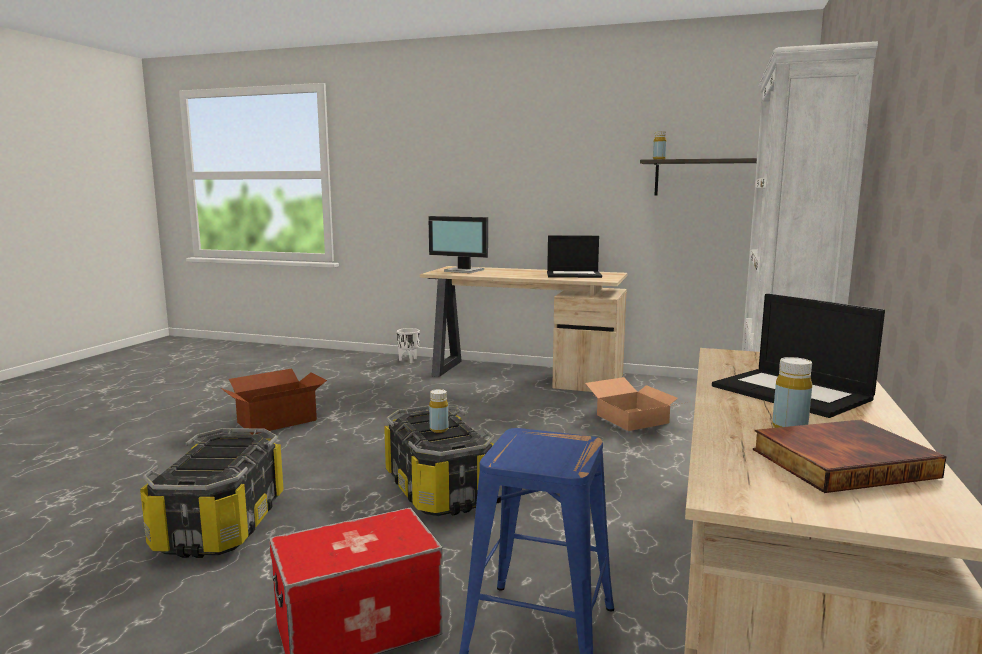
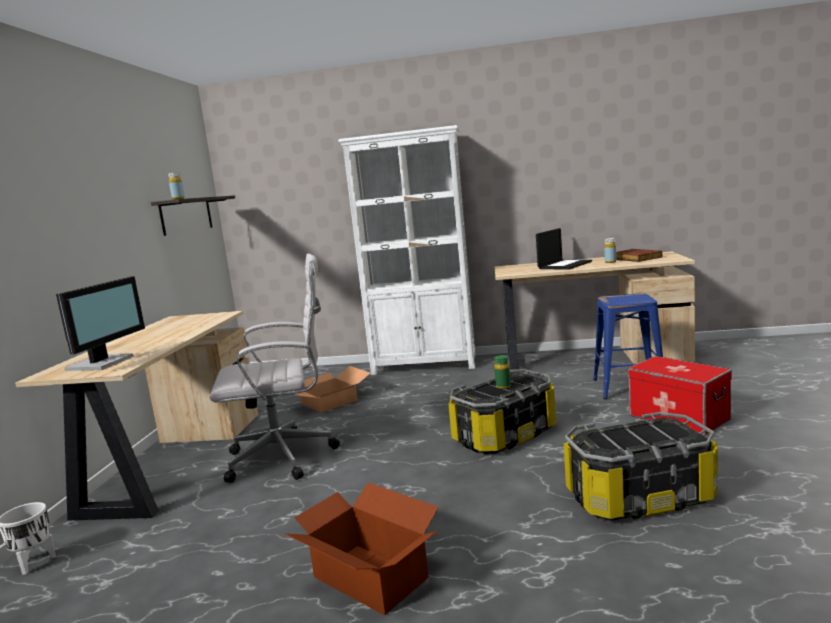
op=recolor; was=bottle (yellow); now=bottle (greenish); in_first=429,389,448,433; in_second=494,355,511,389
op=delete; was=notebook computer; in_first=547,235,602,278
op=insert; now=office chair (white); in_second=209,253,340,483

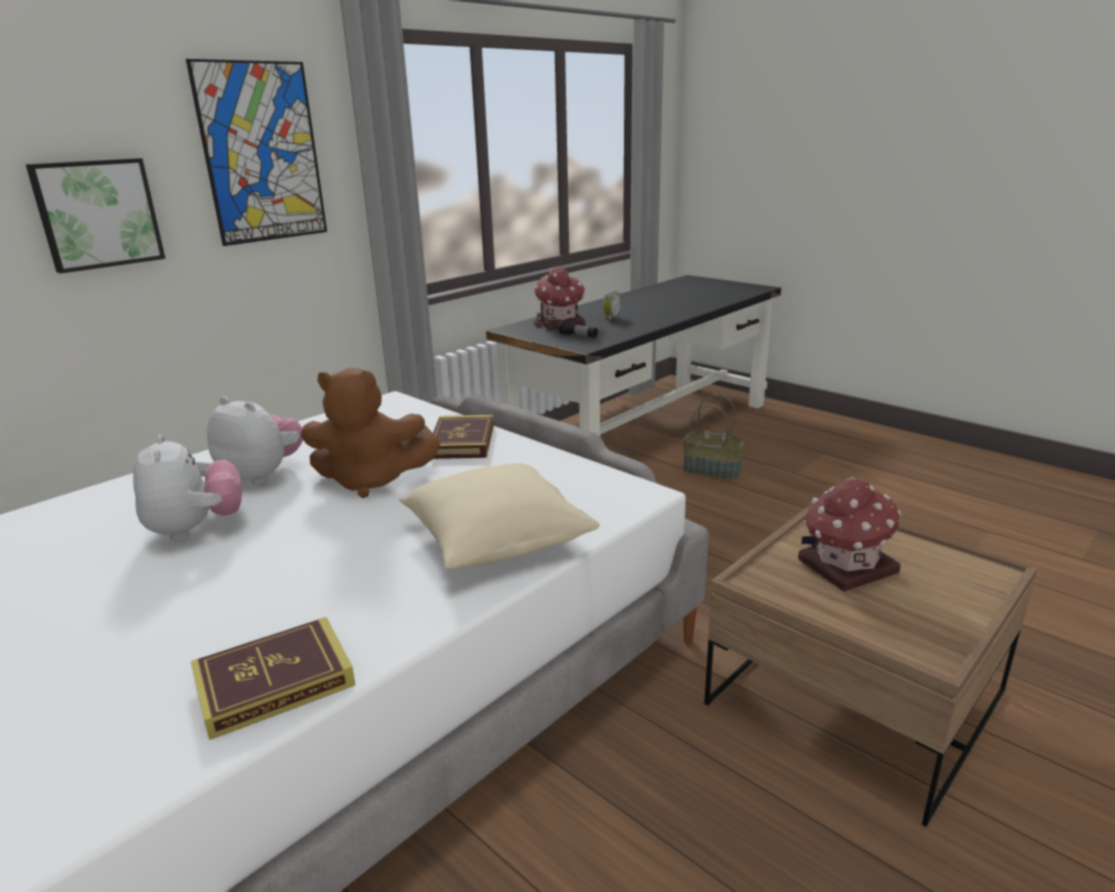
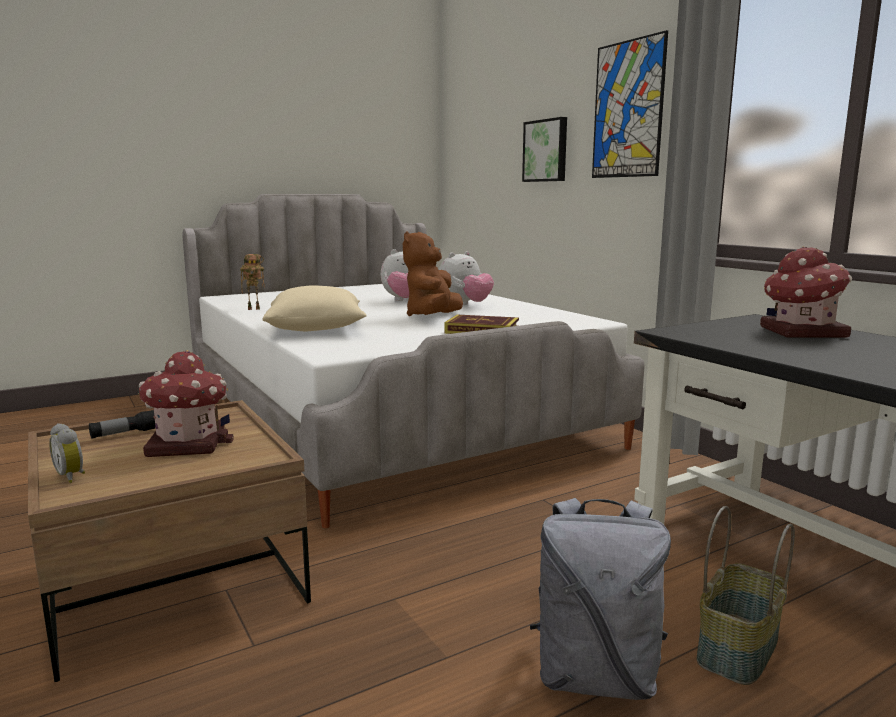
op=replace; was=bound book; now=robot figure; in_first=191,617,355,740; in_second=240,254,265,310
op=move; was=torch; in_first=558,321,598,338; in_second=89,410,156,438
op=move; was=alarm clock; in_first=603,289,621,321; in_second=49,423,85,483
op=insert; now=backpack (greyish); in_second=530,498,671,700

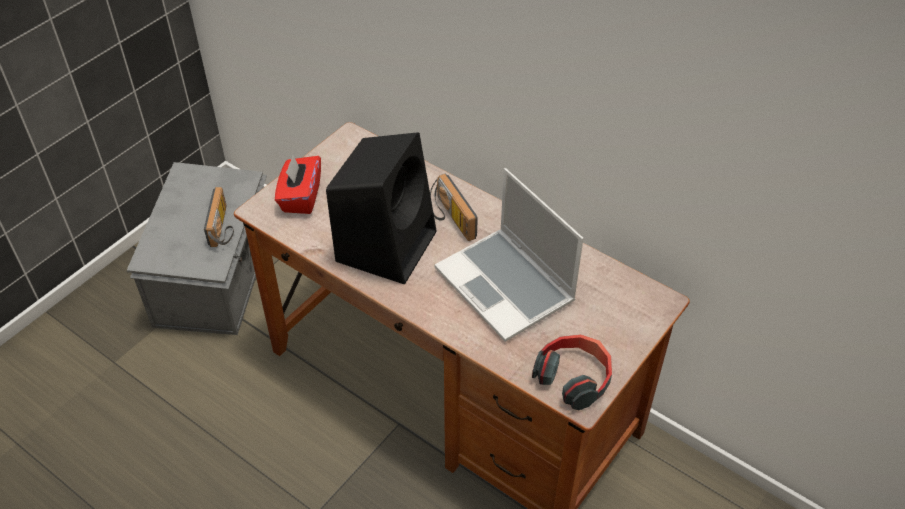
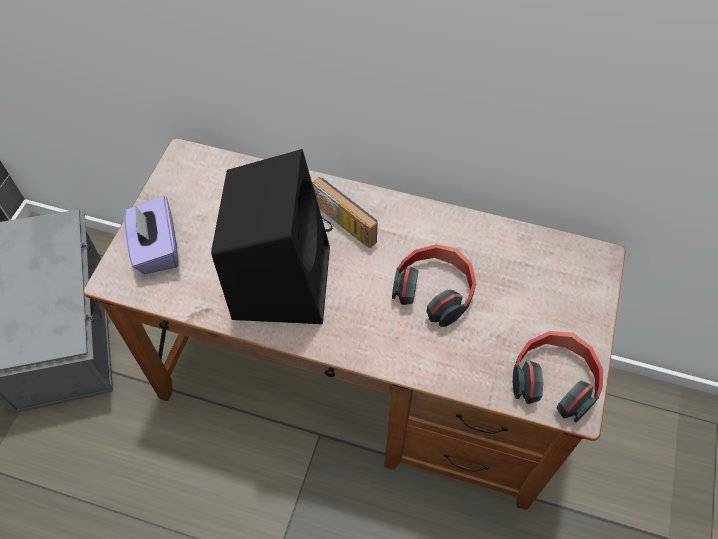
op=delete; was=radio; in_first=204,187,234,247
op=recolor; was=box of tissues (reddish); now=box of tissues (purple); in_first=275,155,321,214; in_second=124,195,178,274
op=replace; was=notebook computer; now=headphones; in_first=434,168,583,342; in_second=392,244,476,327

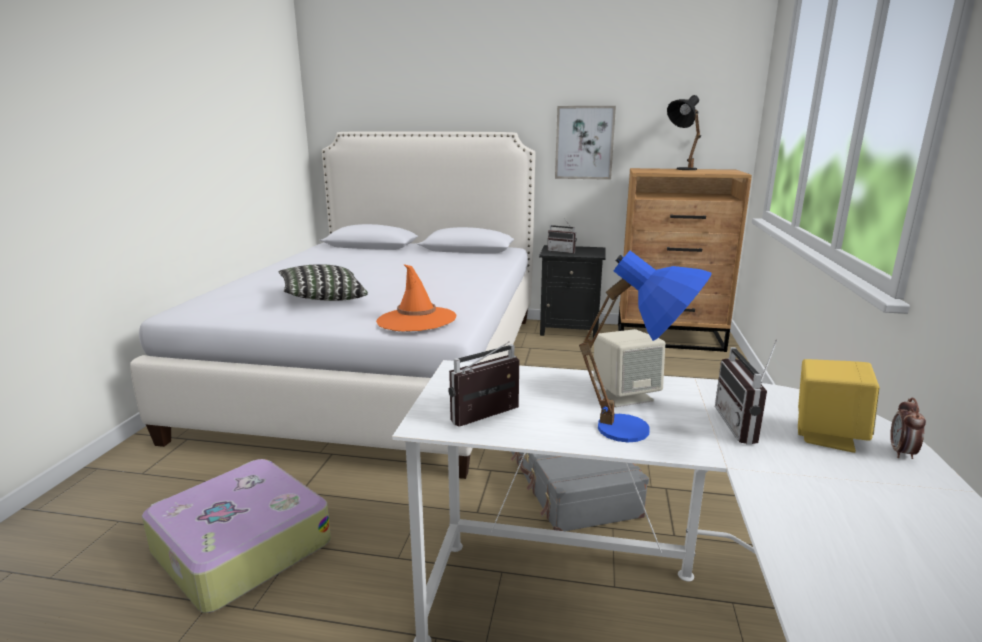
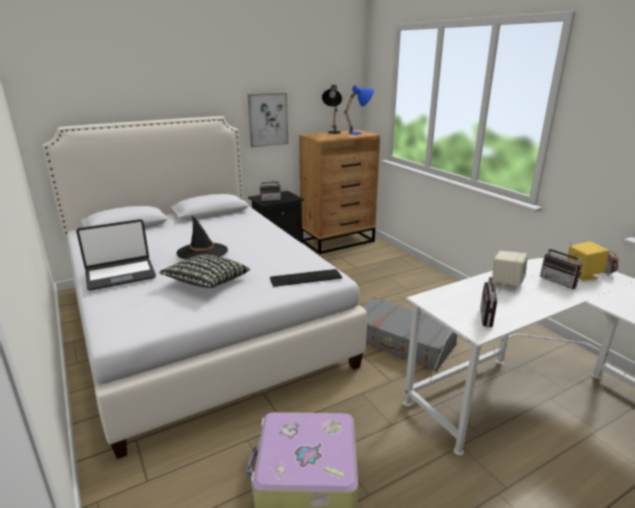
op=replace; was=hat (orangey); now=keyboard; in_first=376,264,456,331; in_second=270,269,342,287
op=move; was=tabletop lamp (blue-coloured); in_first=579,251,712,442; in_second=344,85,374,135
op=insert; now=notebook computer; in_second=76,219,156,290
op=insert; now=hat (black); in_second=176,216,228,259

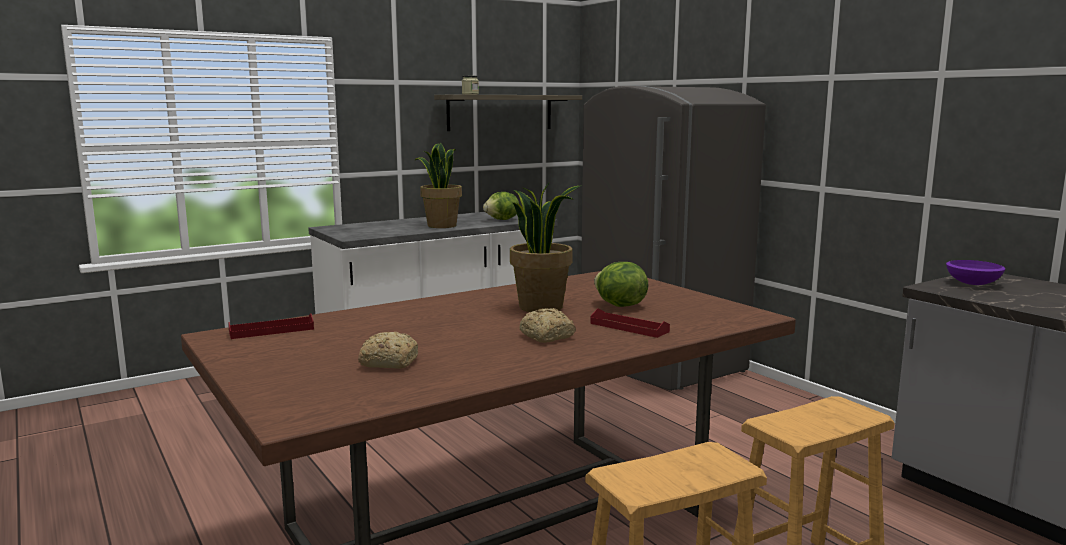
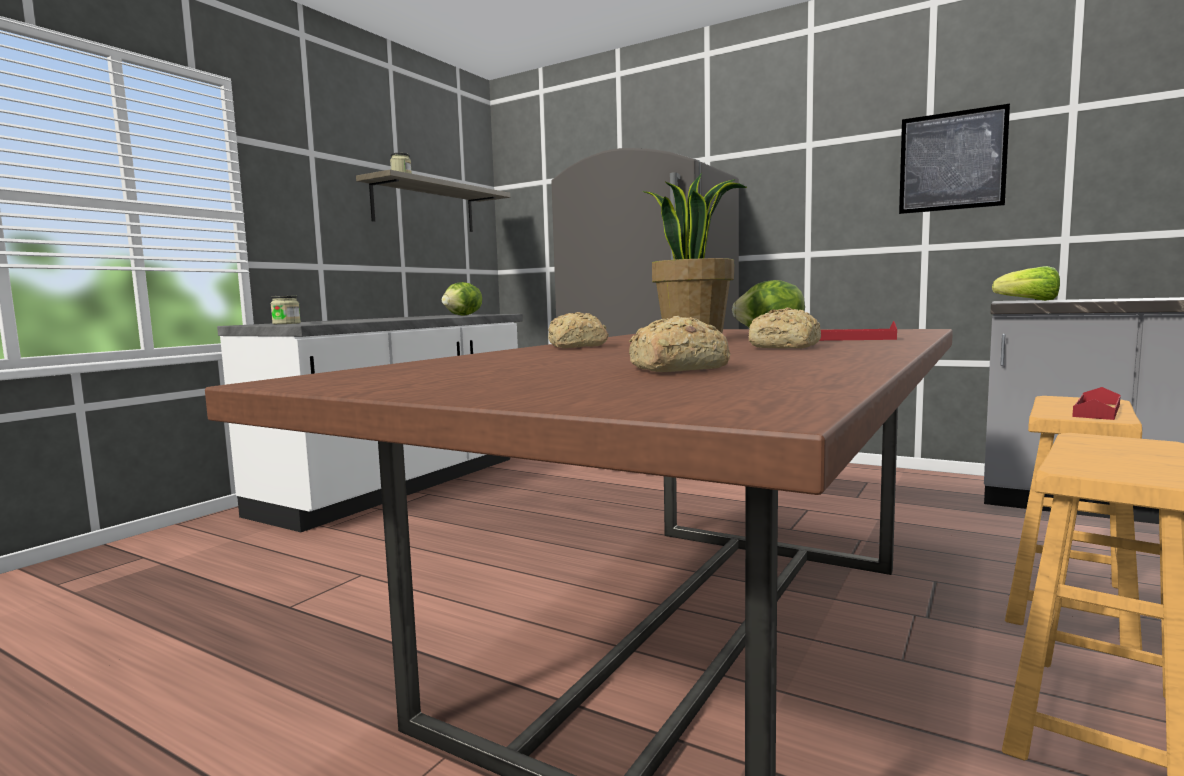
op=move; was=serving tray (reddish); in_first=228,313,314,339; in_second=1072,387,1121,420
op=delete; was=potted plant; in_first=415,143,462,228
op=replace; was=bowl (purple); now=head of lettuce; in_first=946,260,1005,285; in_second=992,266,1060,301
op=insert; now=storage jar; in_second=270,295,301,324
op=insert; now=bakery bread; in_second=548,312,609,348
op=insert; now=picture; in_second=899,104,1010,214

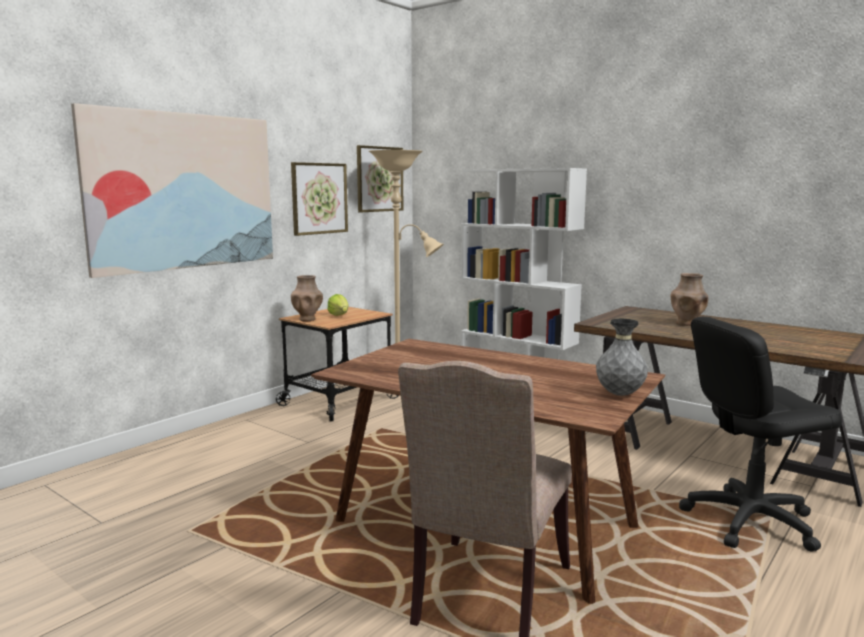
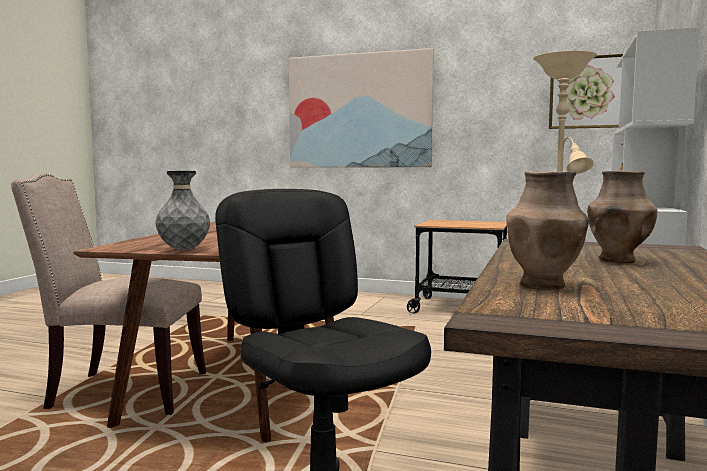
op=delete; was=picture; in_first=291,162,348,236
op=move; was=vase (brown); in_first=291,275,323,321; in_second=506,171,589,290
op=delete; was=head of lettuce; in_first=327,294,349,316

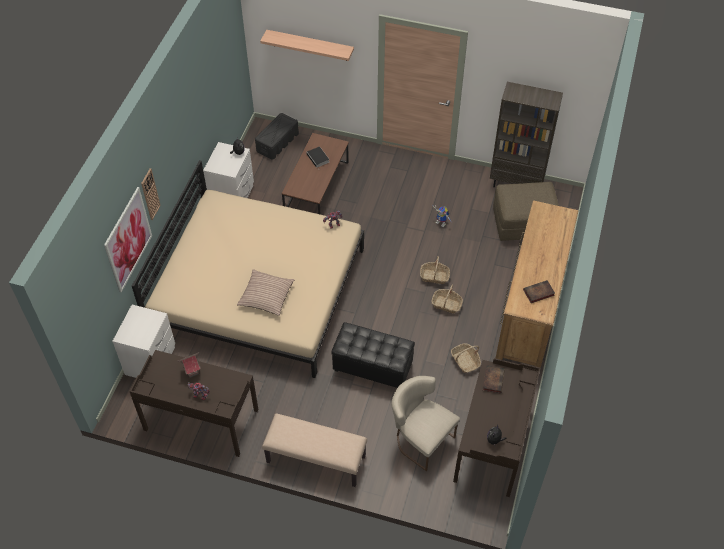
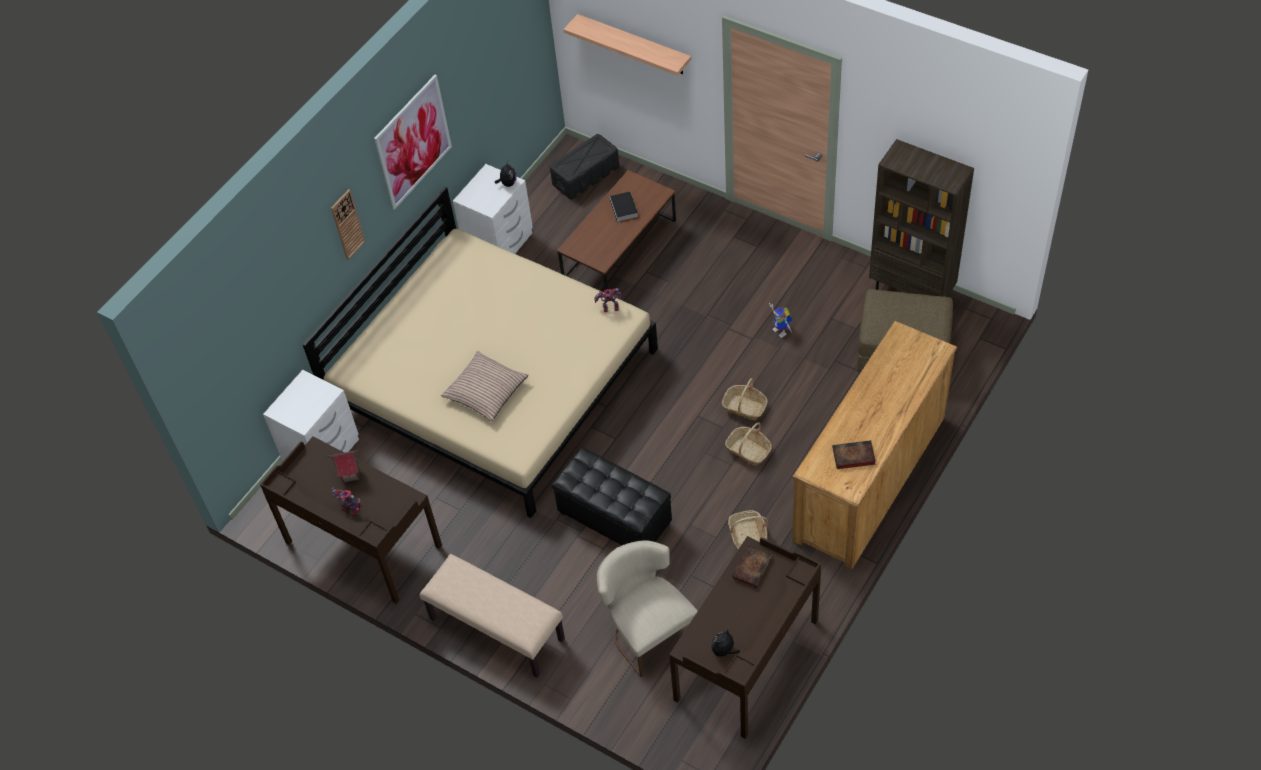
op=move; was=picture; in_first=104,187,152,292; in_second=374,75,452,210

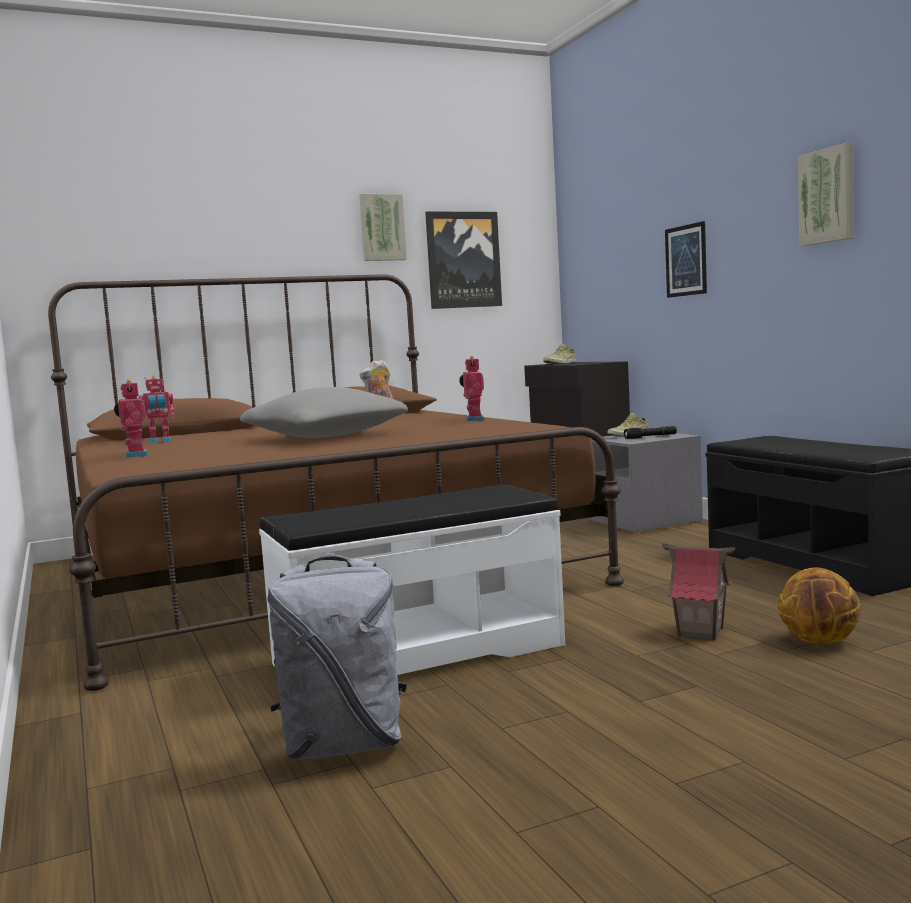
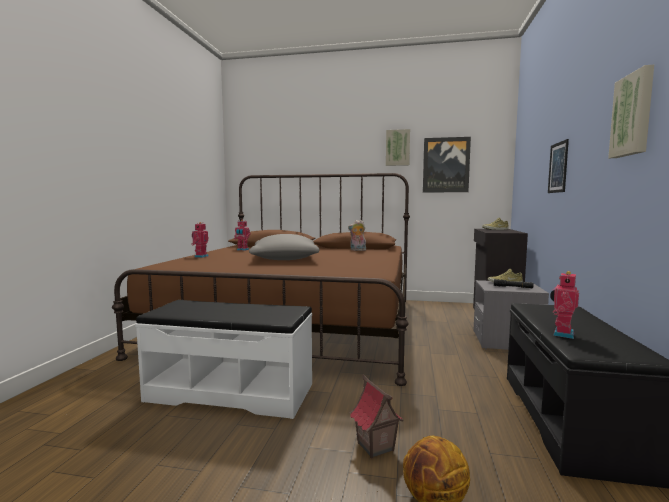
op=delete; was=backpack (greyish); in_first=267,556,407,760
op=move; was=robot figure; in_first=459,356,485,421; in_second=550,271,579,339

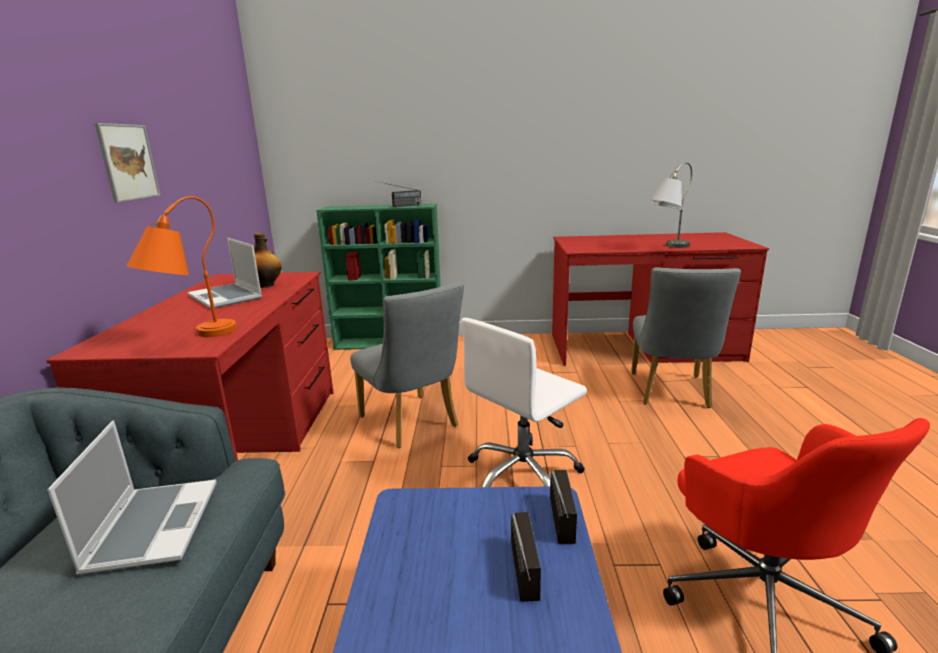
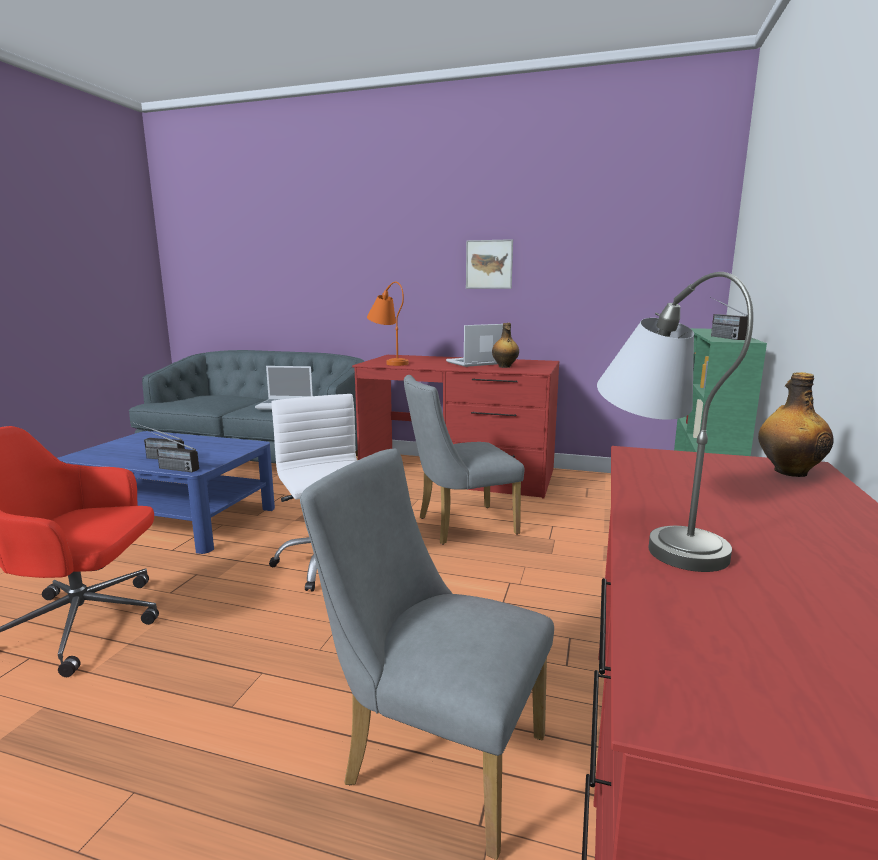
op=insert; now=bottle; in_second=758,372,834,477

